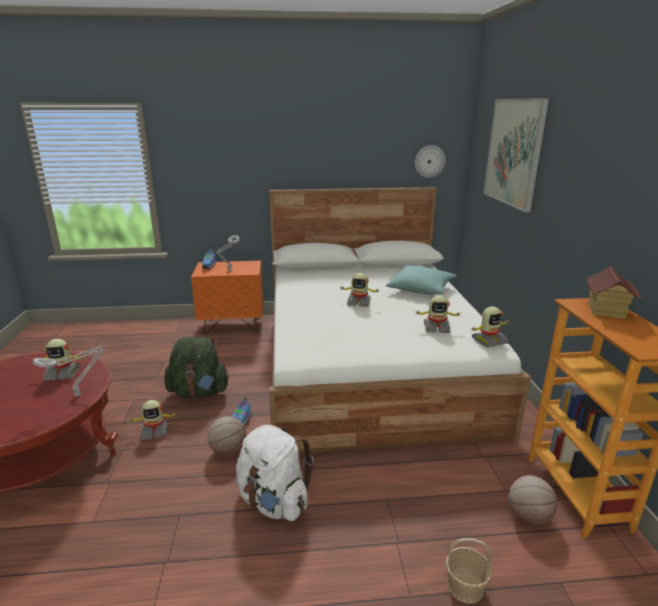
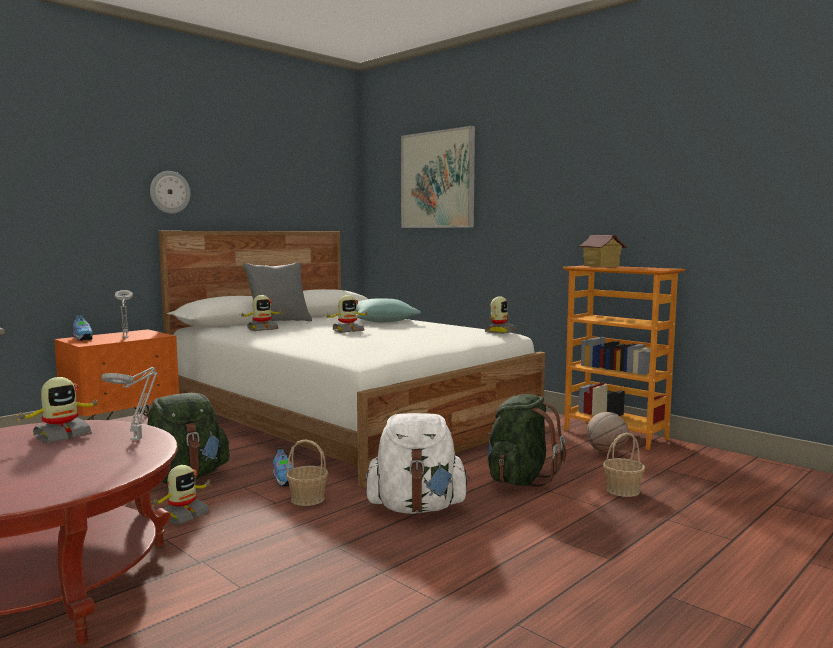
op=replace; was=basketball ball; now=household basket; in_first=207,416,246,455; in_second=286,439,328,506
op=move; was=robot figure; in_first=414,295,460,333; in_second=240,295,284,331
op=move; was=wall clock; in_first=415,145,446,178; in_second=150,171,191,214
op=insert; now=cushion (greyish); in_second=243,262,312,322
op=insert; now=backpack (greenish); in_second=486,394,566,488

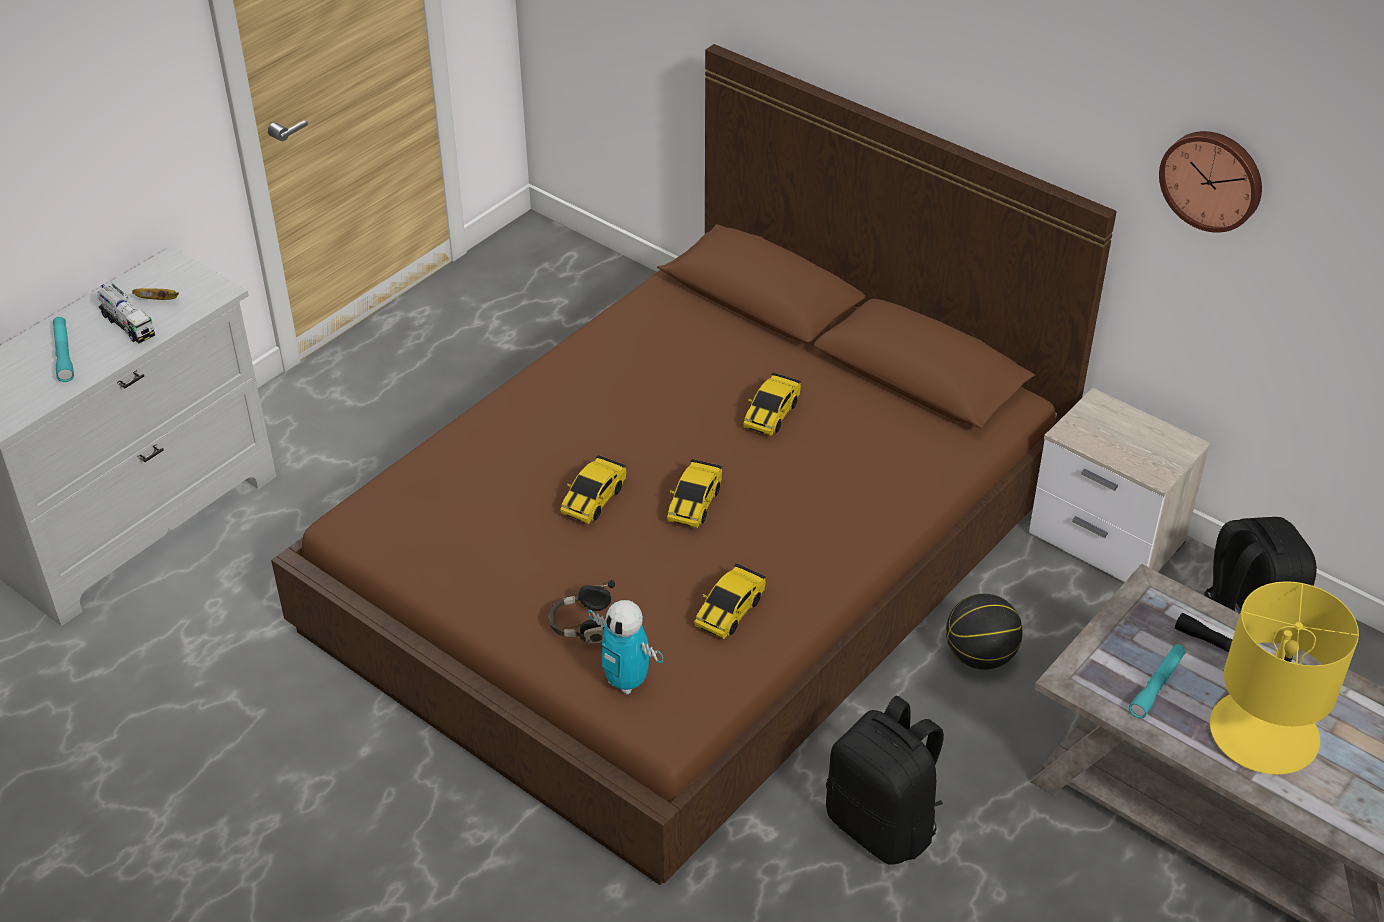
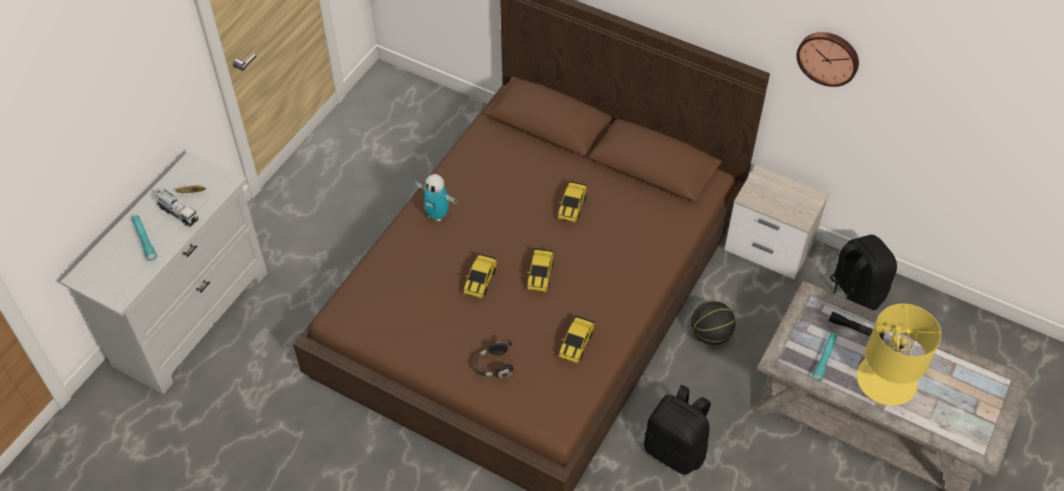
op=move; was=robot figure; in_first=588,600,663,695; in_second=414,174,457,222

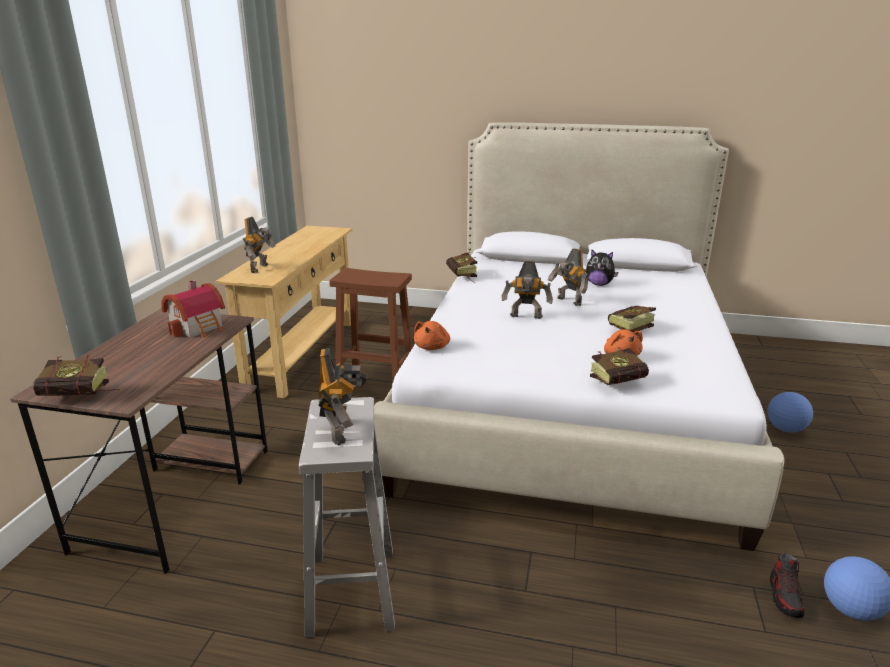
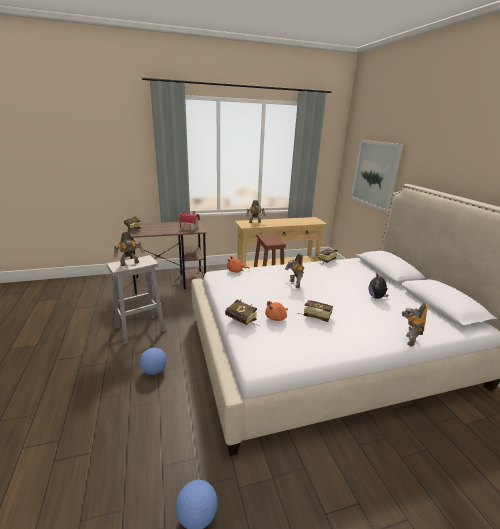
op=move; was=robot figure; in_first=548,248,589,306; in_second=402,303,428,346
op=move; was=ball for football; in_first=768,392,813,433; in_second=140,348,167,375
op=delete; was=low shoe; in_first=770,553,804,618
op=insert; now=picture; in_second=351,140,403,212

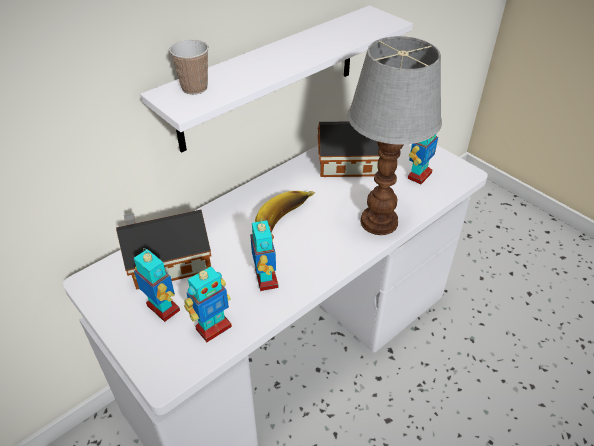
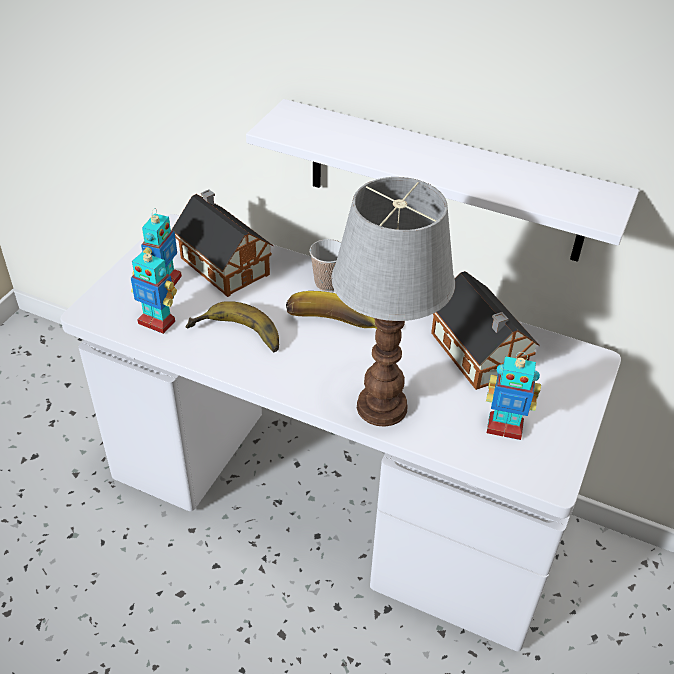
op=move; was=drinking cup; in_first=170,40,209,95; in_second=310,239,341,292
op=replace; was=robot figure; now=whole banana; in_first=250,217,279,291; in_second=186,301,279,352

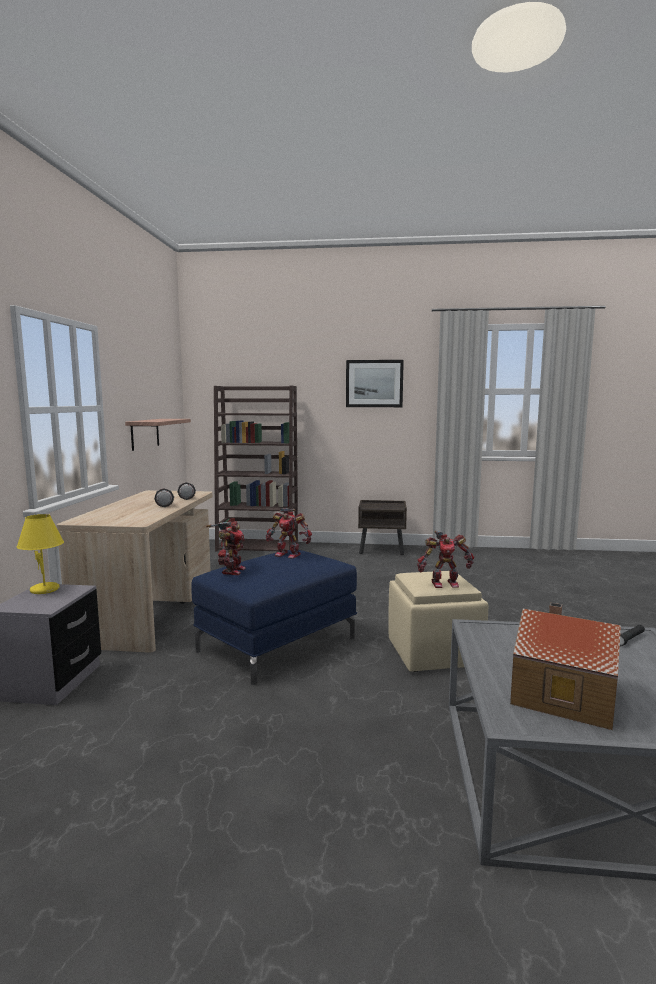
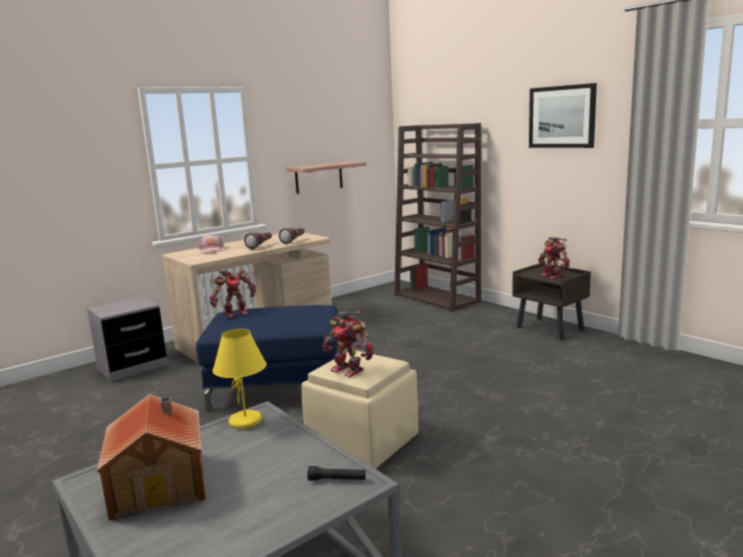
op=move; was=tabletop lamp (yellow); in_first=16,514,64,594; in_second=213,329,266,429
op=move; was=robot figure; in_first=266,508,312,559; in_second=538,237,570,279
op=insert; now=peaked cap (pink); in_second=198,234,224,254

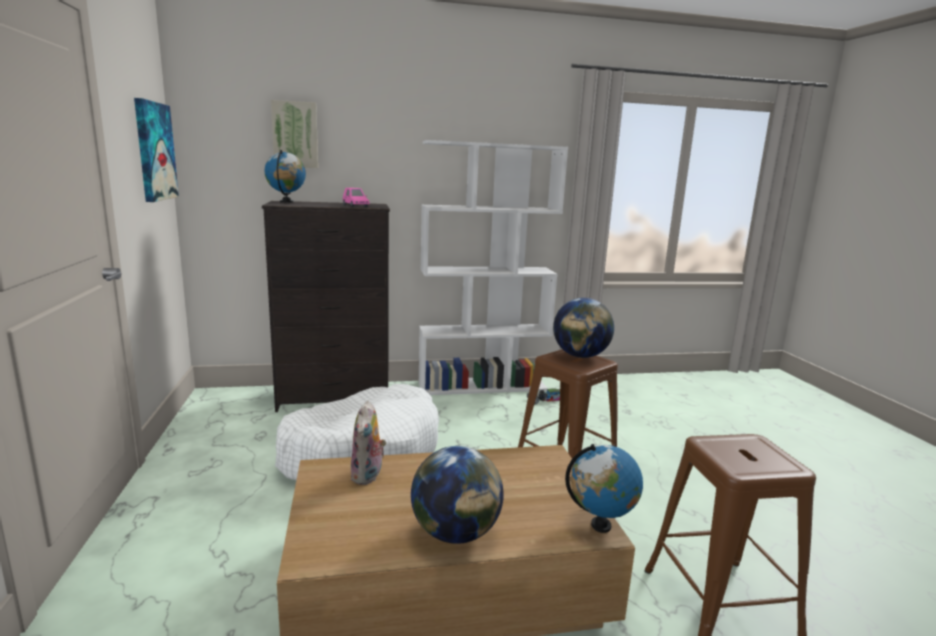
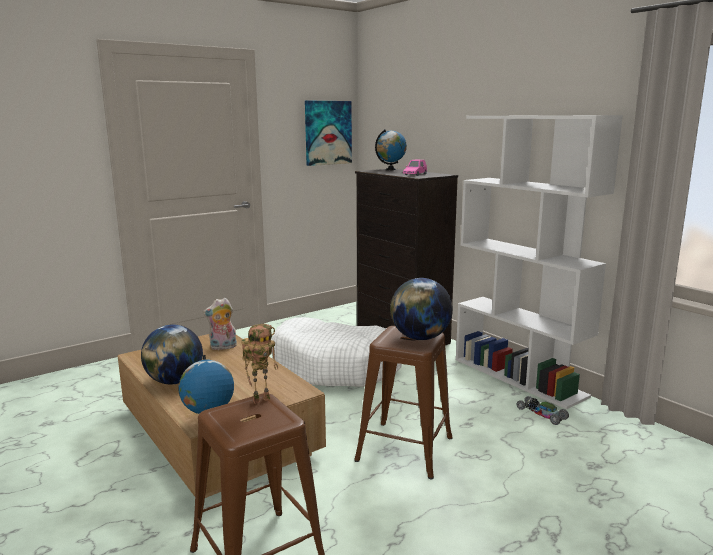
op=delete; was=picture; in_first=271,100,318,168
op=insert; now=robot figure; in_second=242,324,278,404

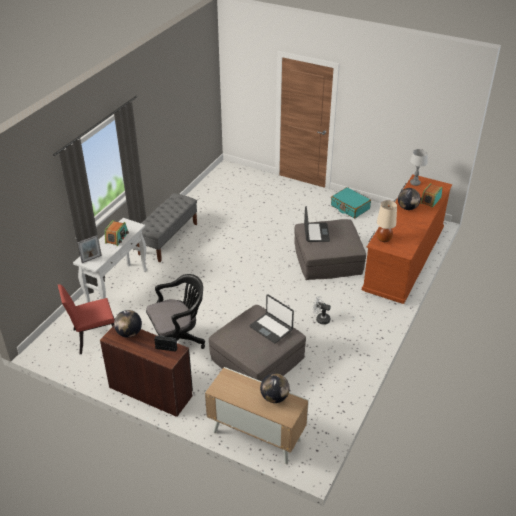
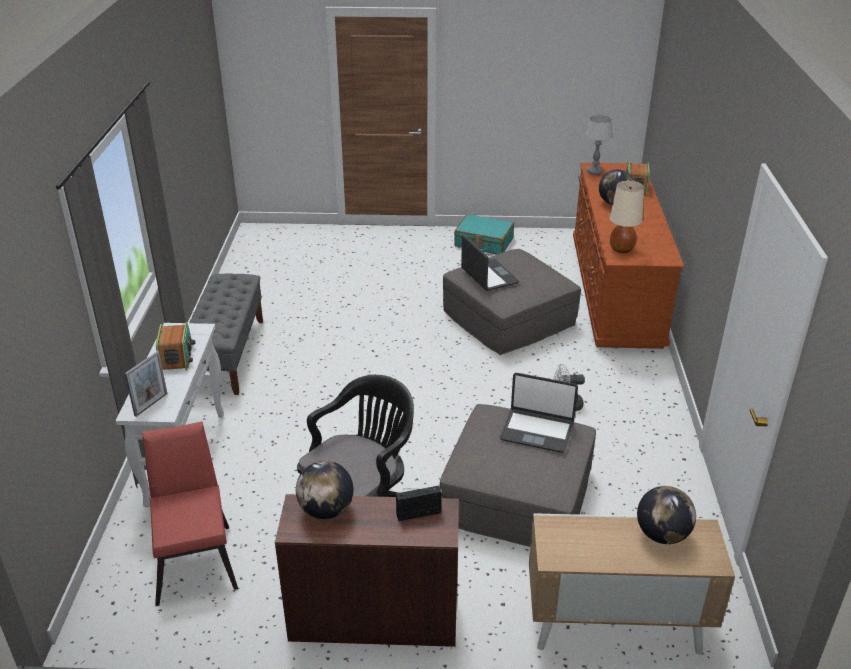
op=rotate; was=chair (reddish); in_first=58,284,115,354; in_second=142,422,238,606; clockwise=120

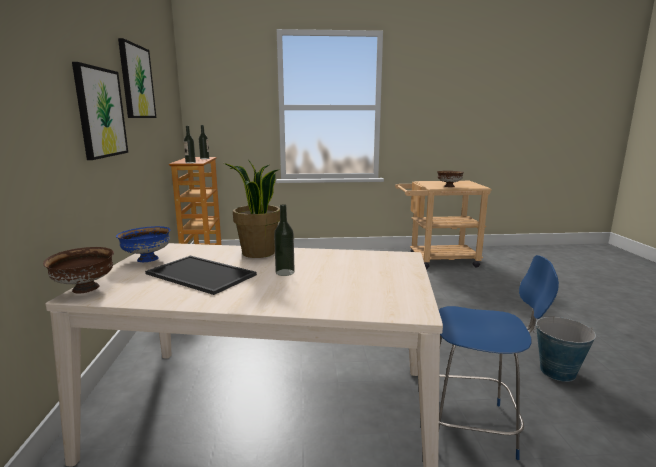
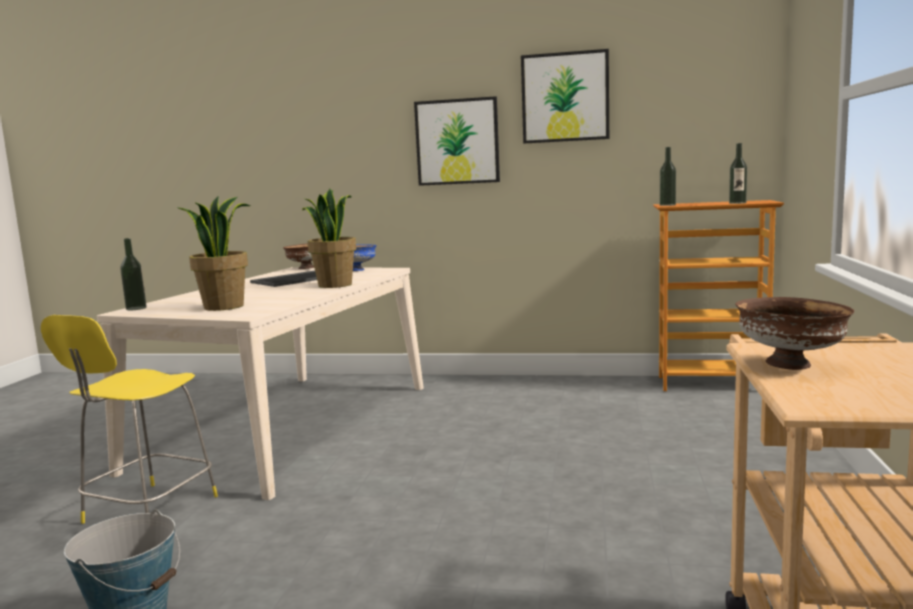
op=move; was=bottle; in_first=274,204,295,276; in_second=120,238,147,310
op=recolor; was=chair (blue-coloured); now=chair (yellow); in_first=439,255,559,460; in_second=41,315,218,524
op=insert; now=potted plant; in_second=178,196,250,311

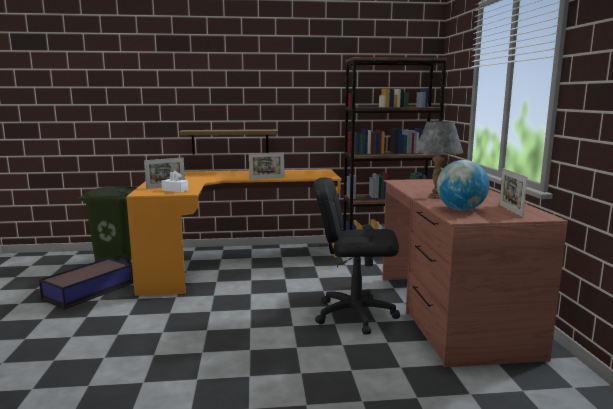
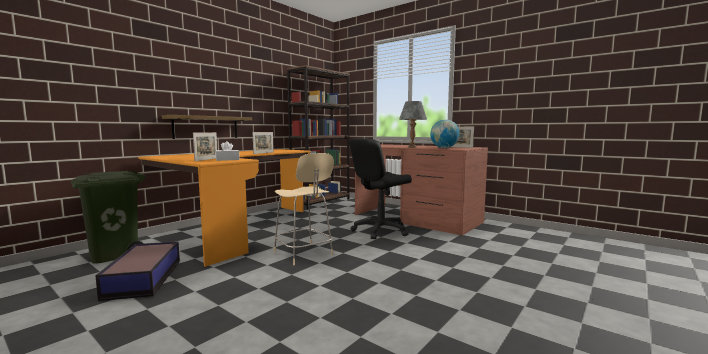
op=insert; now=chair (sand-coloured); in_second=274,153,334,265

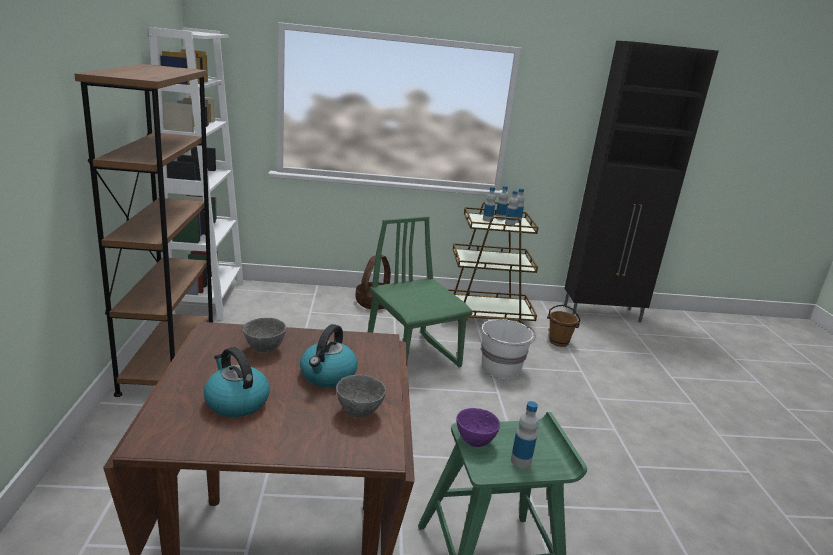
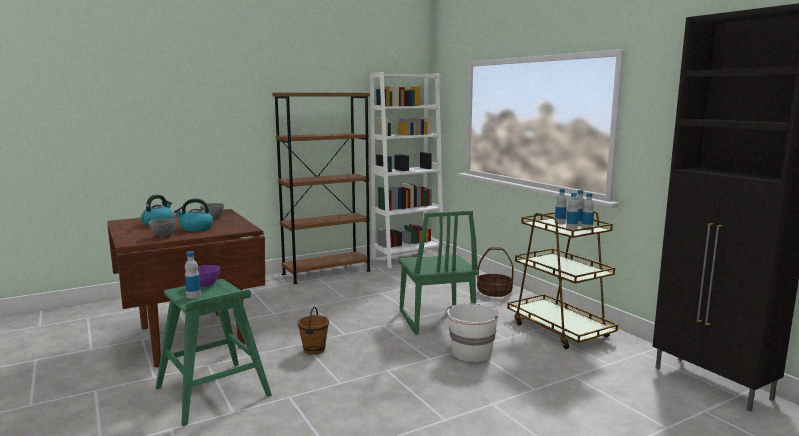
op=rotate; was=chair (greenish); in_first=368,216,473,367; in_second=398,211,479,335; clockwise=135
op=move; was=bucket (brown); in_first=547,305,580,347; in_second=298,307,329,355

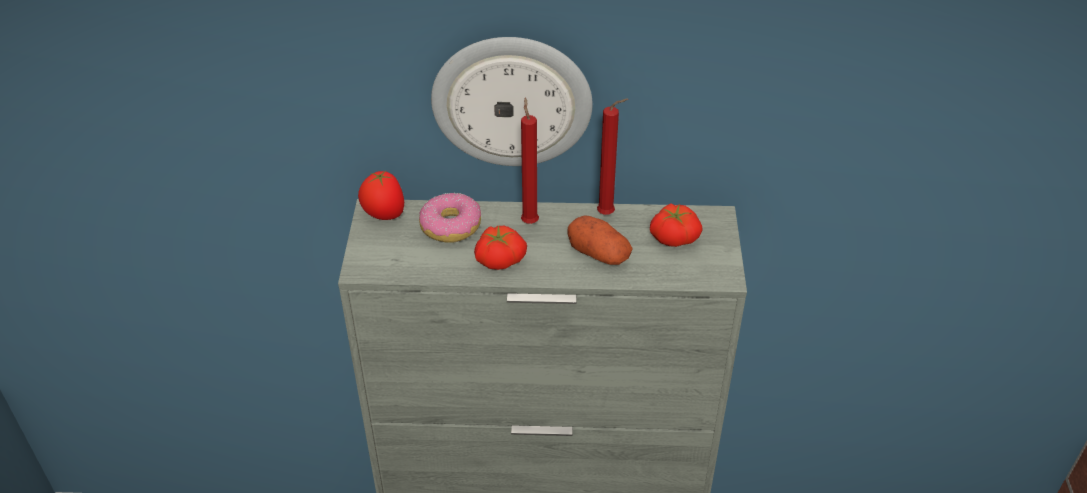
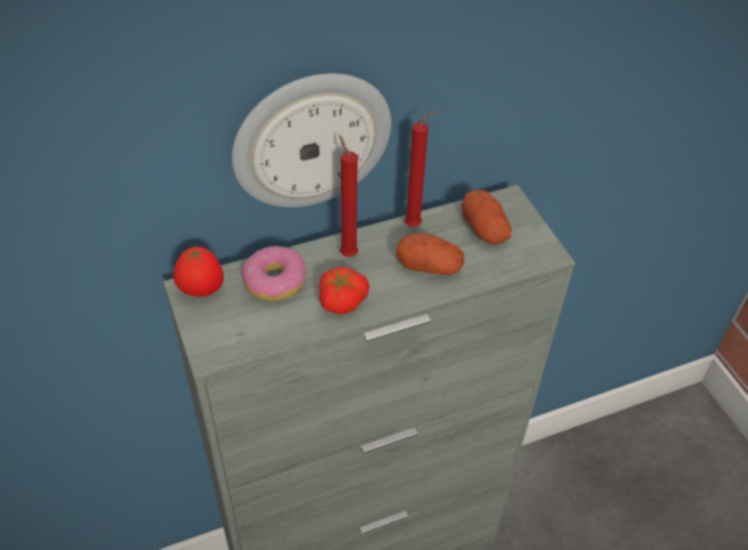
op=replace; was=fresh tomato; now=whole potato; in_first=650,203,703,247; in_second=461,190,512,245

